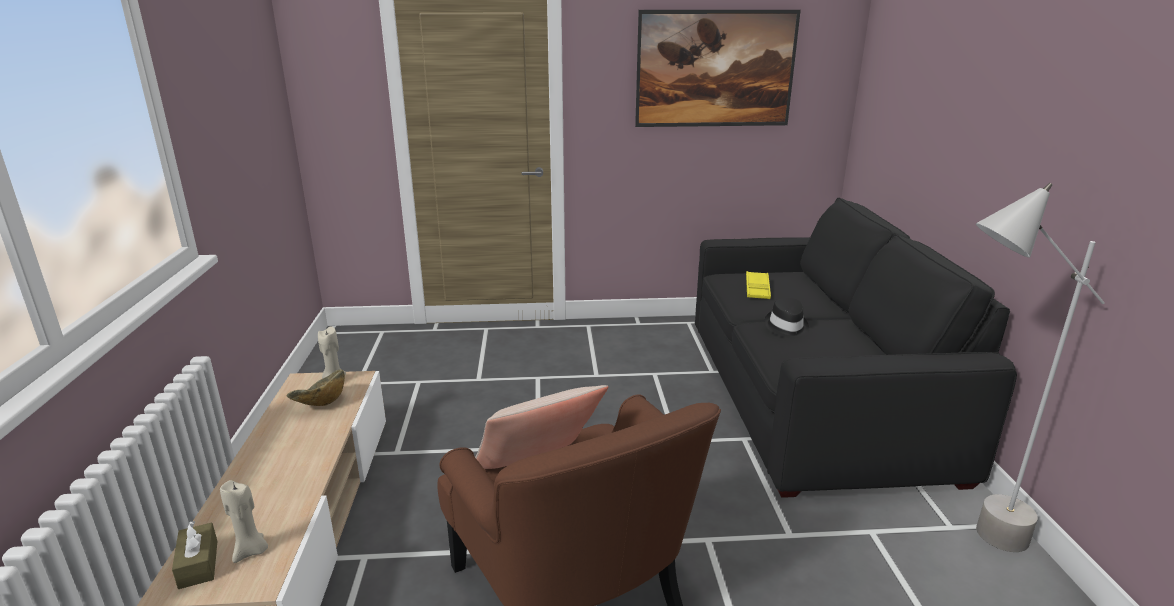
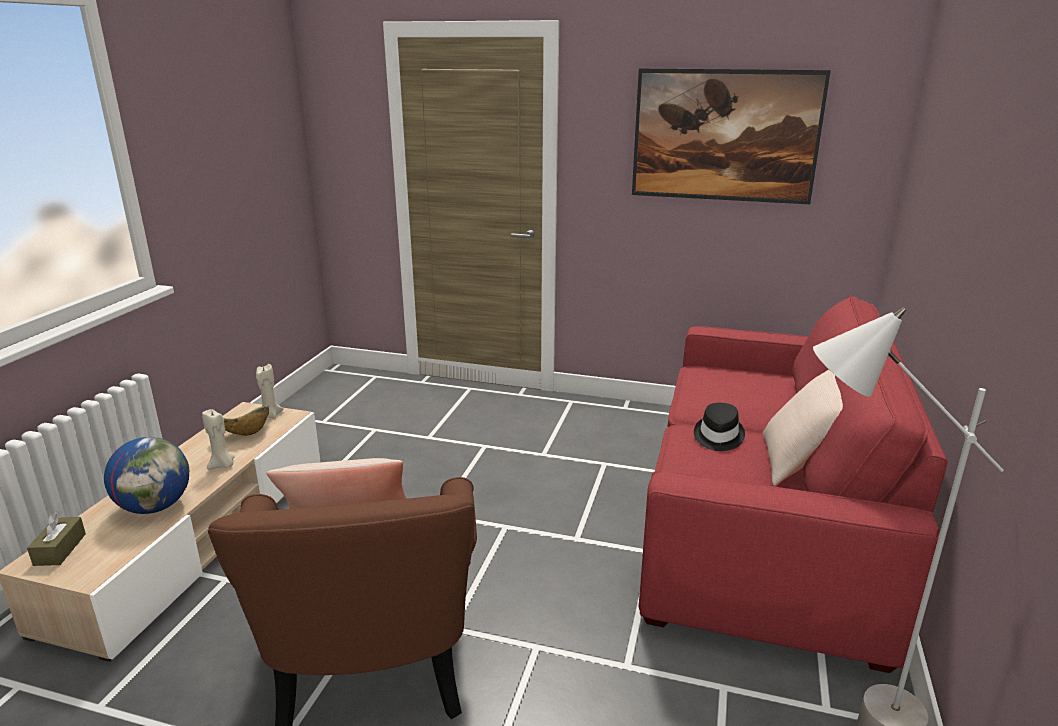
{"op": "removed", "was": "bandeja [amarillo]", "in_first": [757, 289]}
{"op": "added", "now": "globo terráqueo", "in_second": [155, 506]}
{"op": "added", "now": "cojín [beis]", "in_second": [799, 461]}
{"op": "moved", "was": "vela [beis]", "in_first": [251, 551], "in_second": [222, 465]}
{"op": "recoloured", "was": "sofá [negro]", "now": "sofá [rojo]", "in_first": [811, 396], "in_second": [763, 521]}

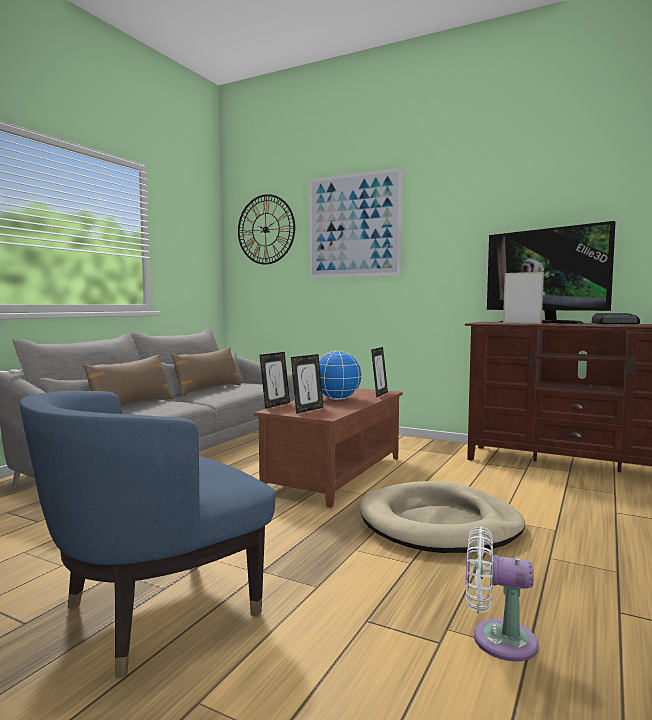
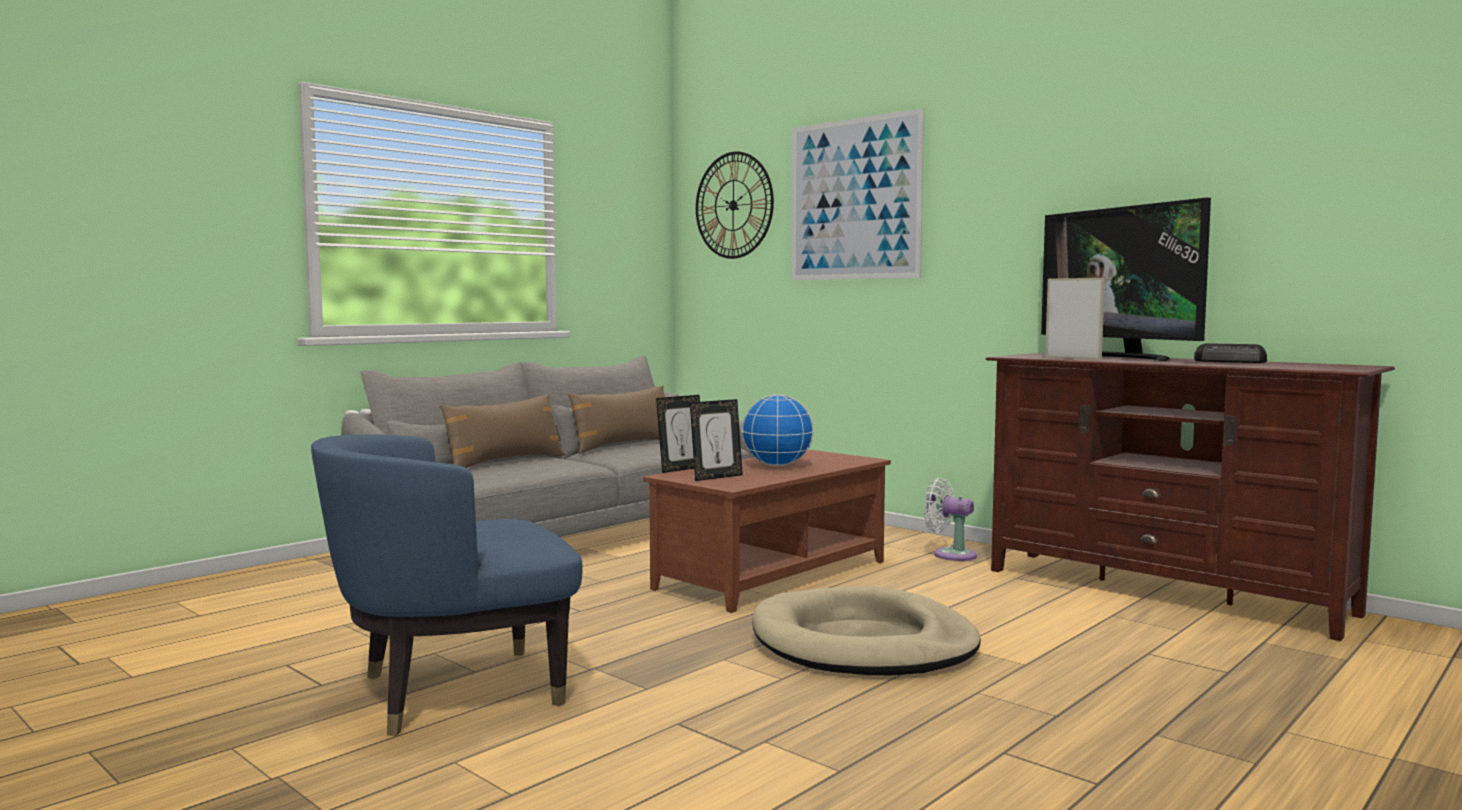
{"op": "removed", "was": "portarretratos", "in_first": [379, 394]}
{"op": "moved", "was": "ventilador [blanco]", "in_first": [497, 639], "in_second": [950, 554]}

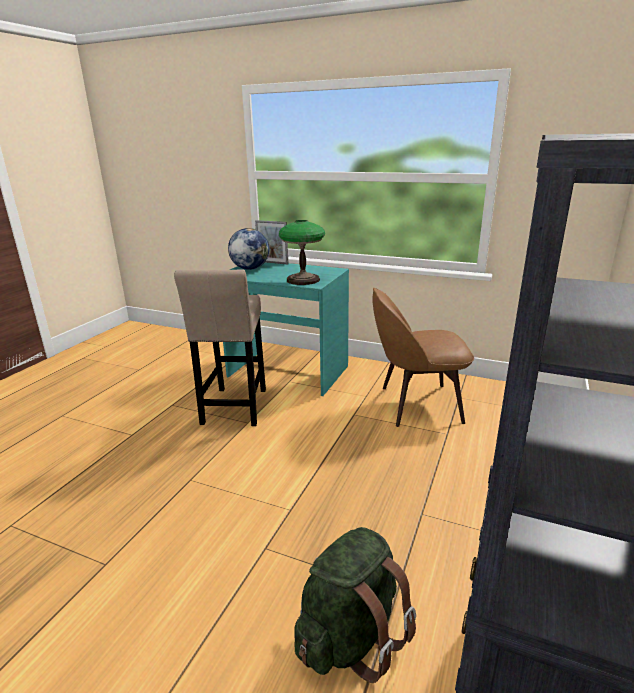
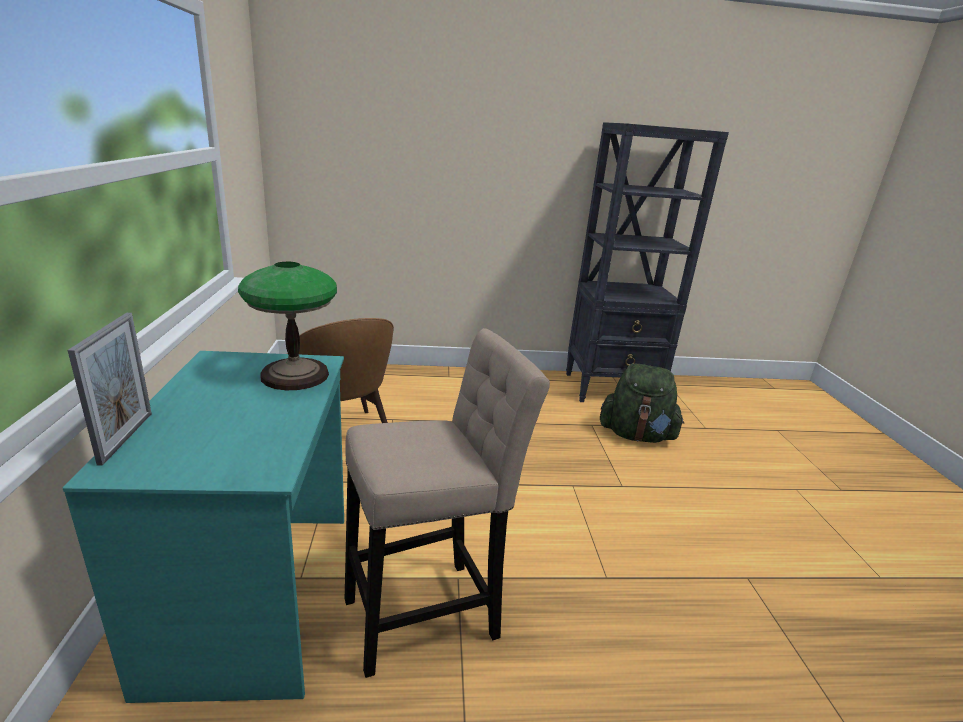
{"op": "removed", "was": "globo terráqueo", "in_first": [250, 268]}

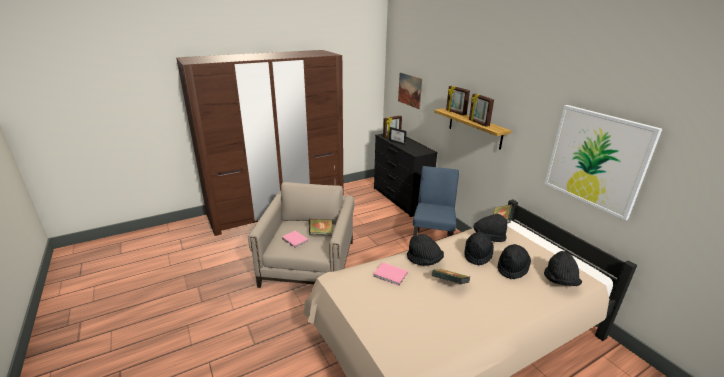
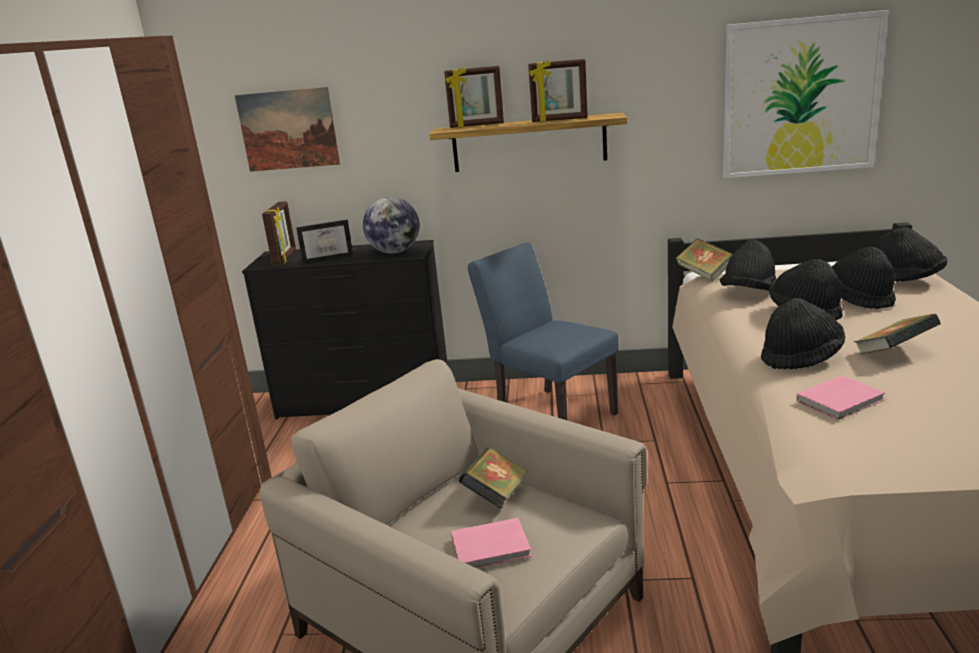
{"op": "added", "now": "globo terráqueo", "in_second": [395, 252]}

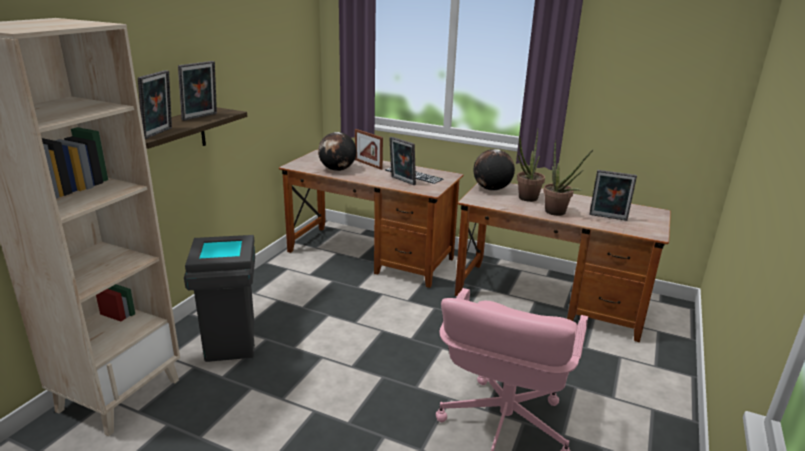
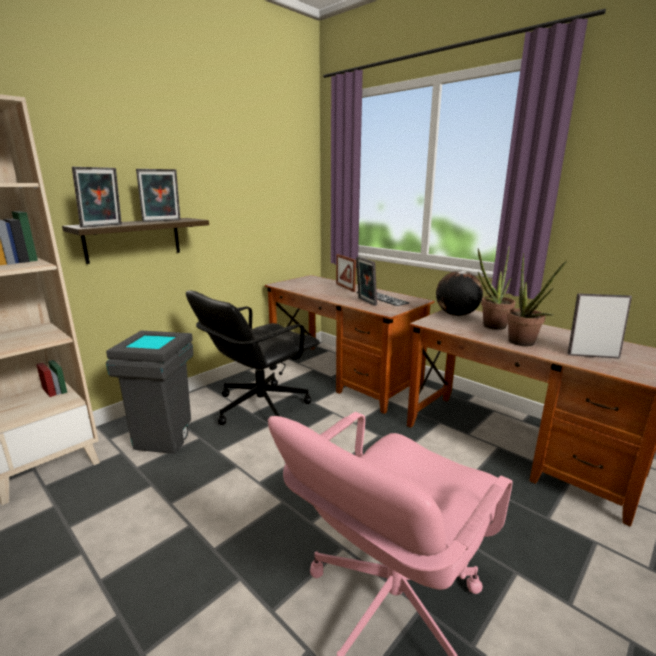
{"op": "removed", "was": "globo terráqueo", "in_first": [337, 170]}
{"op": "added", "now": "silla de oficina [negro]", "in_second": [259, 406]}
{"op": "turned", "was": "portarretratos", "in_first": [608, 218], "in_second": [592, 355], "clockwise": 150}

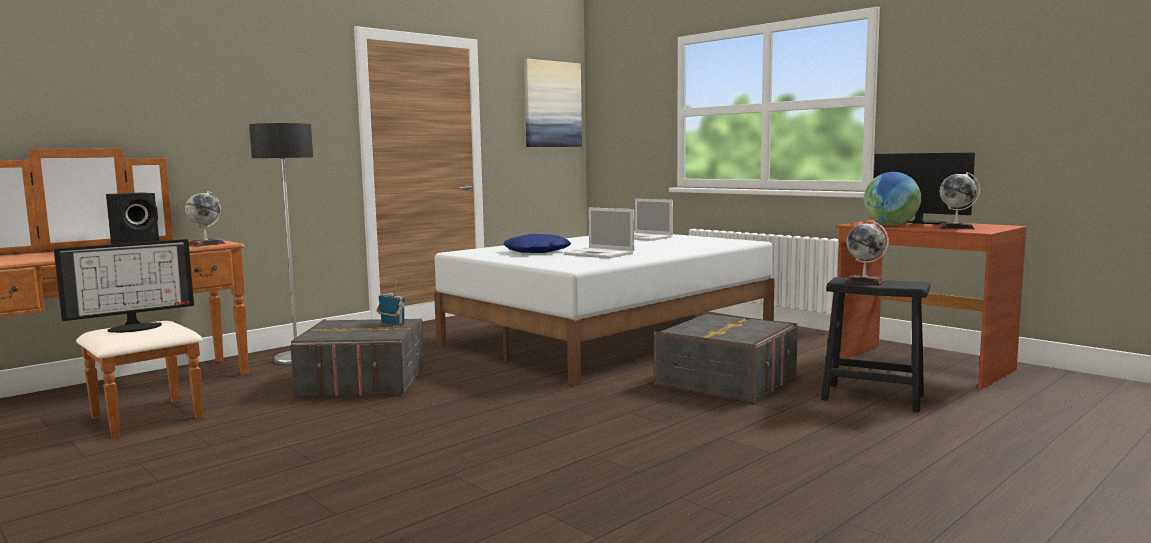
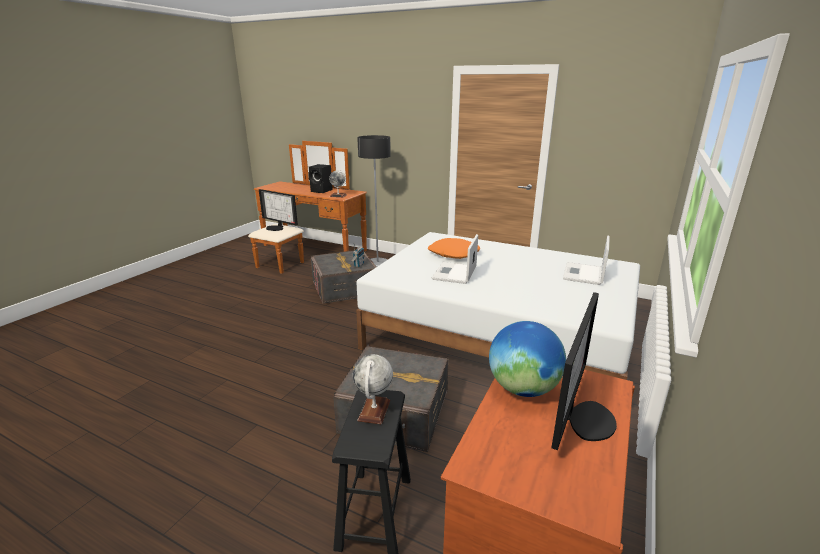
{"op": "removed", "was": "cuadro", "in_first": [552, 104]}
{"op": "removed", "was": "globo terráqueo", "in_first": [956, 228]}
{"op": "recoloured", "was": "cojín [azul]", "now": "cojín [naranja]", "in_first": [537, 251], "in_second": [453, 253]}

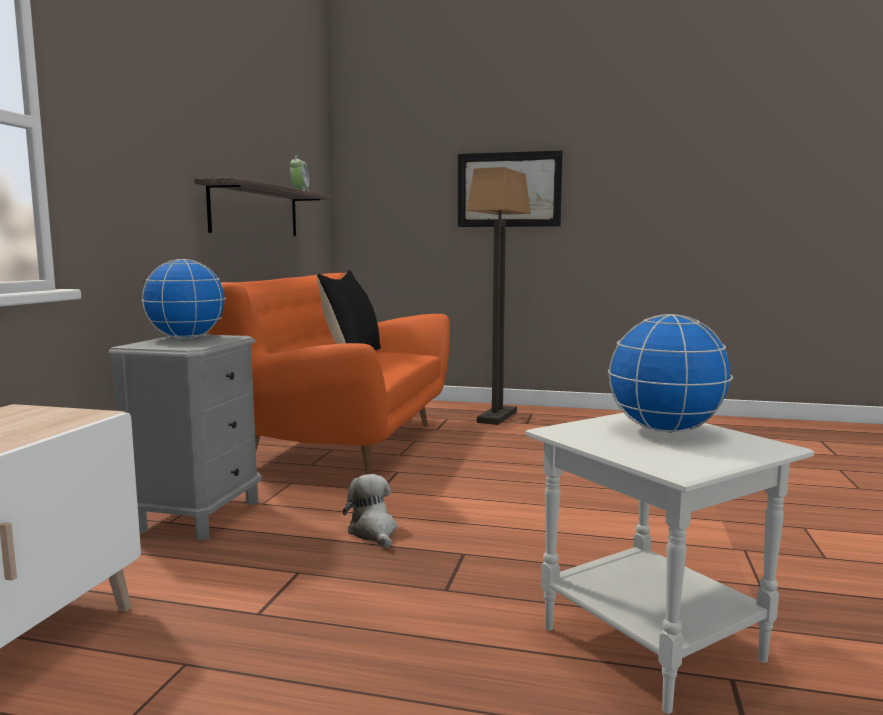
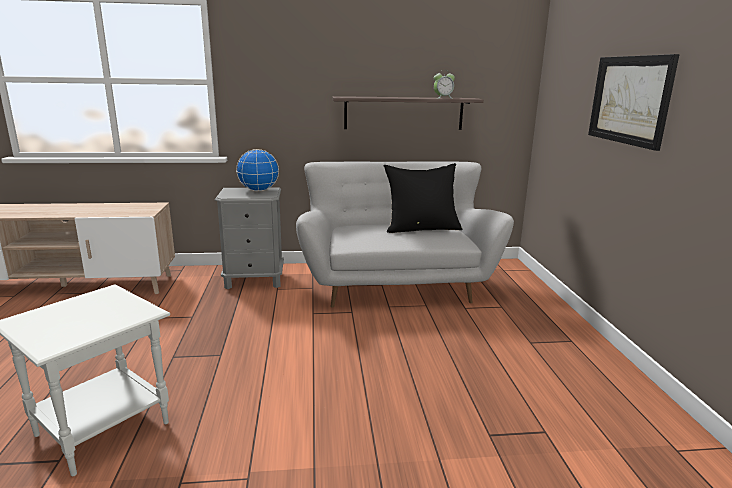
{"op": "removed", "was": "peluche", "in_first": [373, 532]}
{"op": "removed", "was": "lámpara de pie", "in_first": [497, 417]}
{"op": "removed", "was": "globo terráqueo", "in_first": [664, 430]}
{"op": "recoloured", "was": "sofá [naranja]", "now": "sofá [blanco]", "in_first": [339, 444], "in_second": [394, 284]}

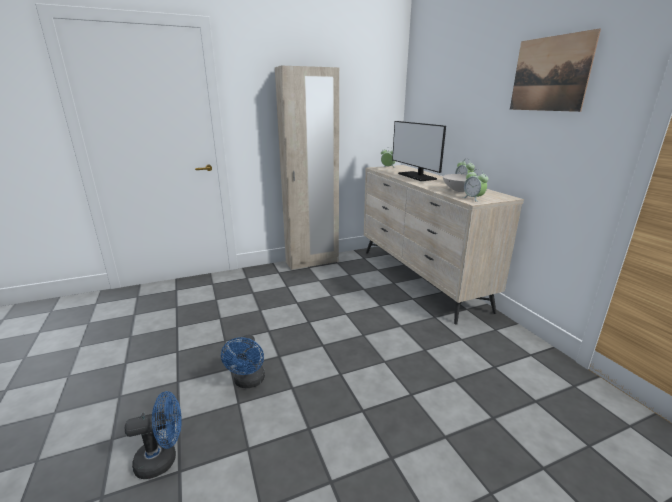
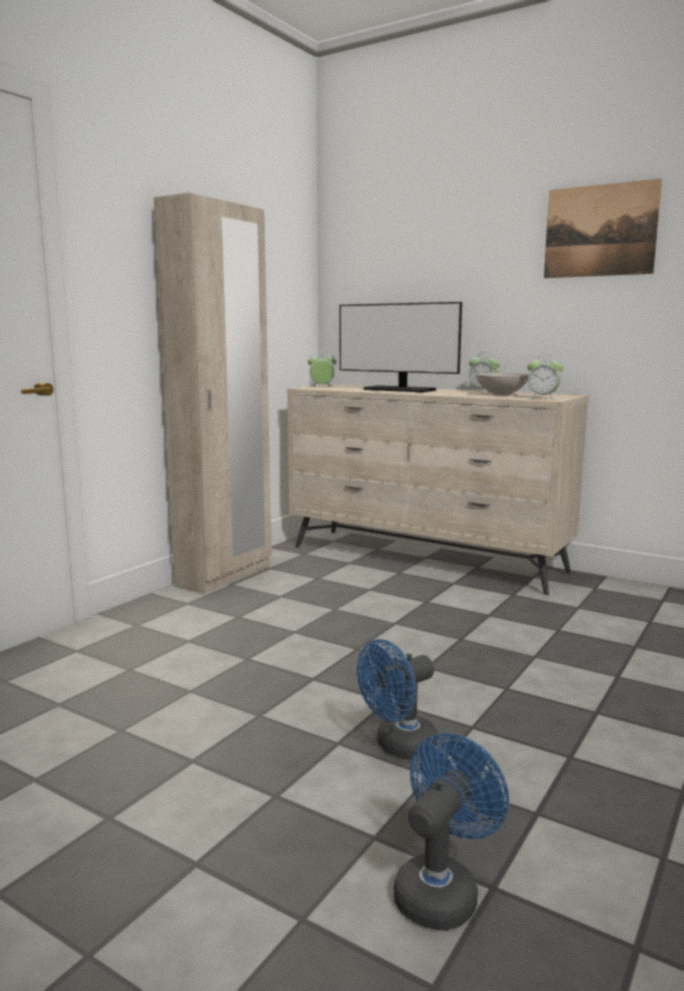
{"op": "turned", "was": "ventilador [azul]", "in_first": [248, 382], "in_second": [399, 746], "clockwise": 90}

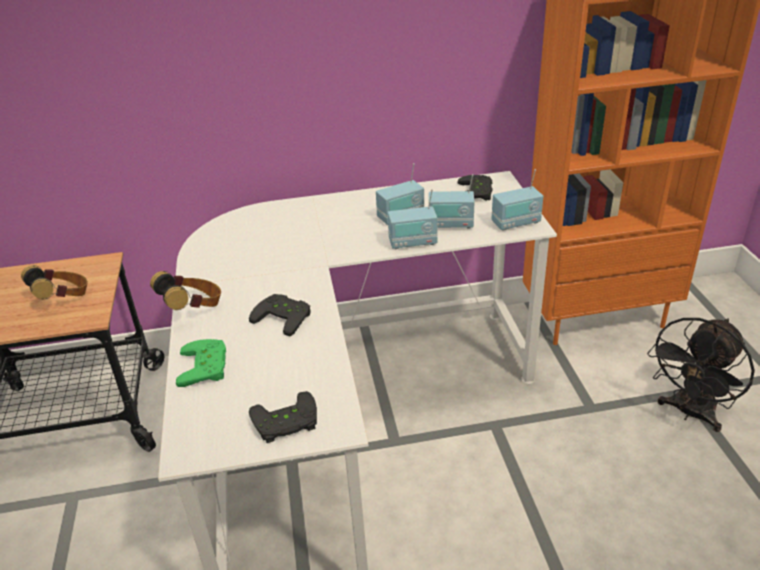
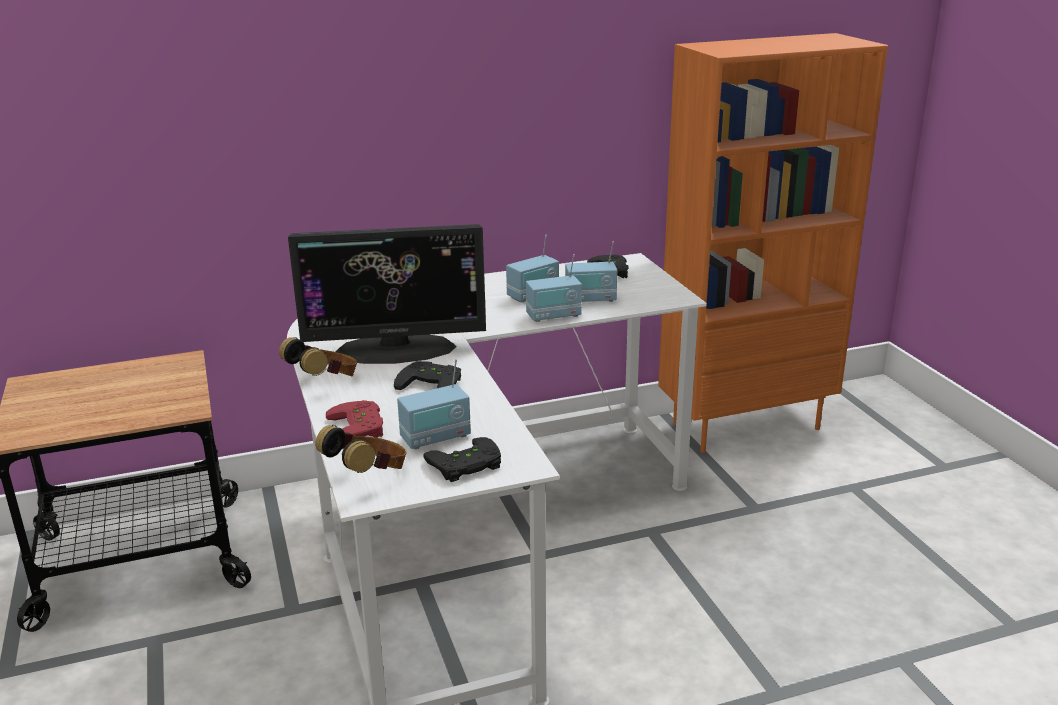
{"op": "removed", "was": "ventilador [negro]", "in_first": [690, 413]}
{"op": "added", "now": "monitor", "in_second": [395, 349]}
{"op": "moved", "was": "auriculares", "in_first": [63, 298], "in_second": [368, 475]}
{"op": "moved", "was": "radio", "in_first": [516, 223], "in_second": [436, 438]}
{"op": "recoloured", "was": "mando de consola [verde]", "now": "mando de consola [rojo]", "in_first": [207, 366], "in_second": [360, 427]}

